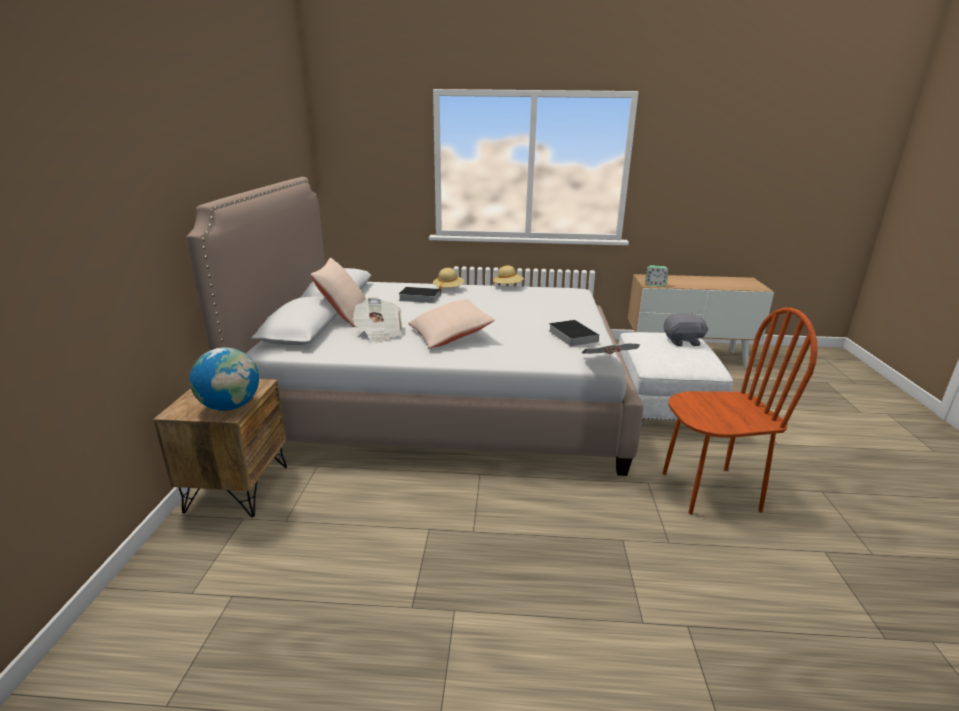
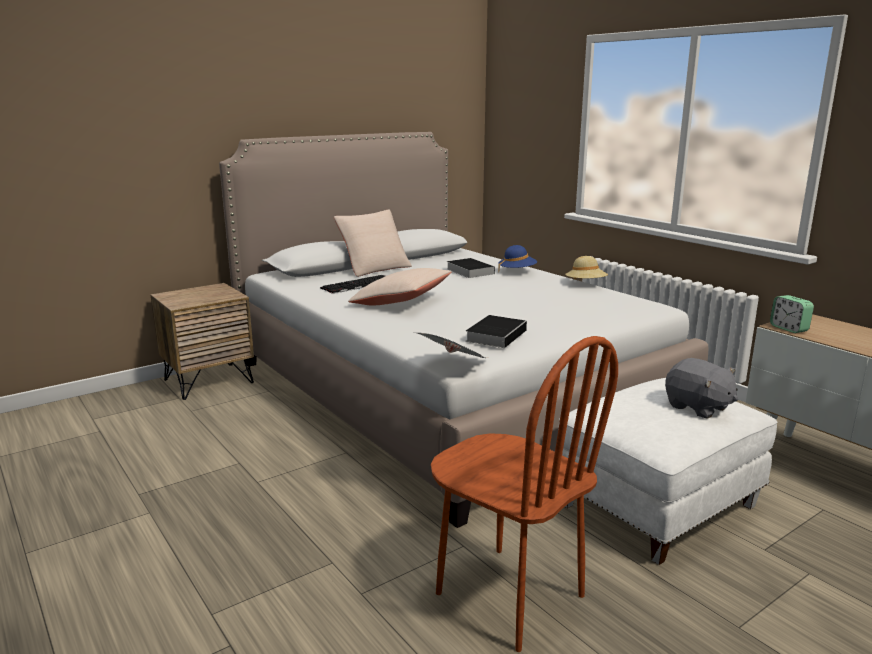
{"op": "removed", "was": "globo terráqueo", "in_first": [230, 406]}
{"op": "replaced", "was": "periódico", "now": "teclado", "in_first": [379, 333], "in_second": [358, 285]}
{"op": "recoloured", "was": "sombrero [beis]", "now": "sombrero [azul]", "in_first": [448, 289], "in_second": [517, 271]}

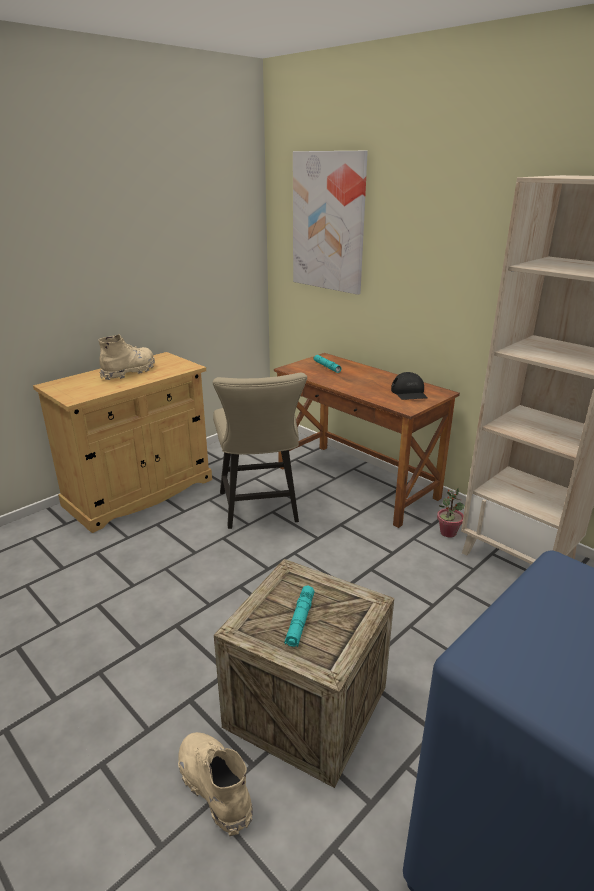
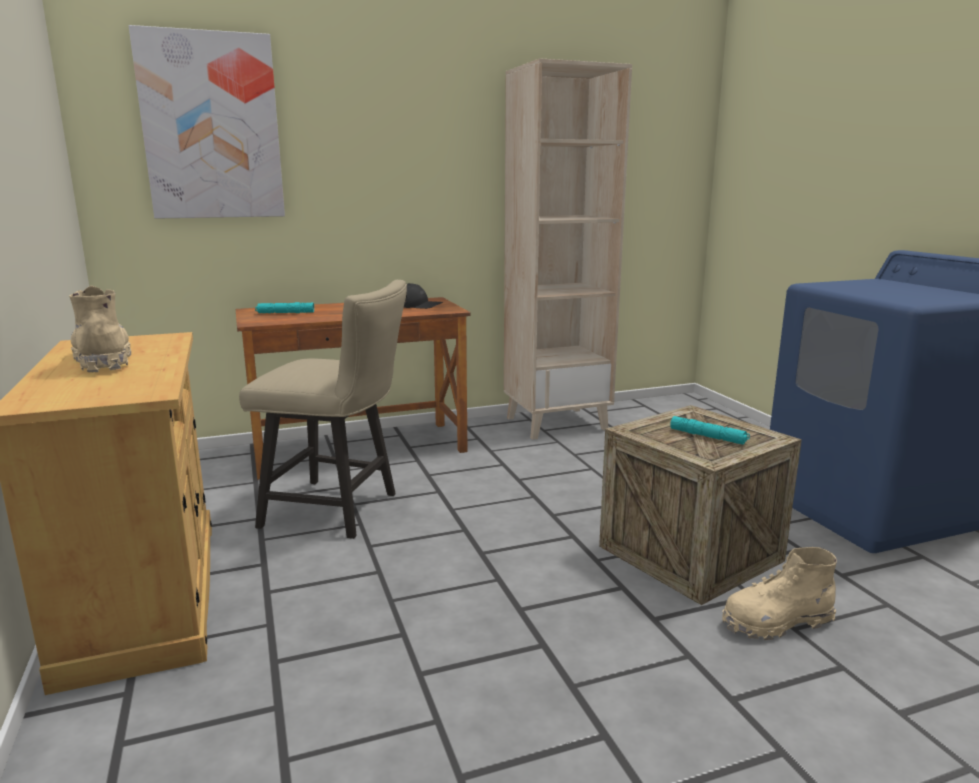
{"op": "removed", "was": "planta en maceta", "in_first": [448, 533]}

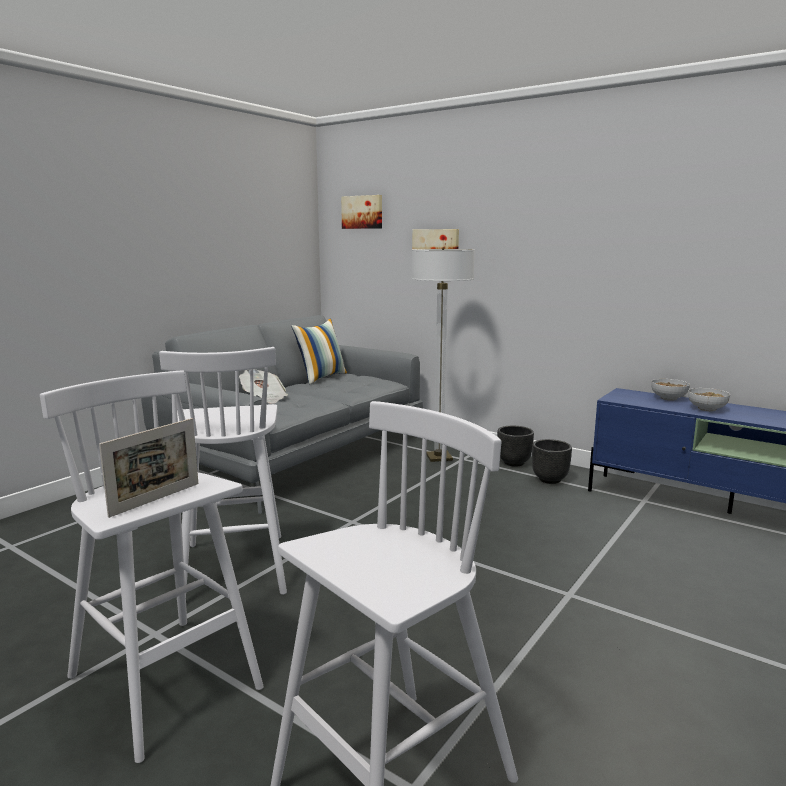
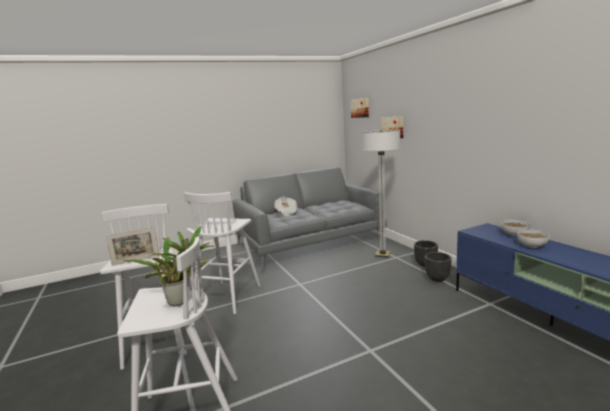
{"op": "removed", "was": "cojín", "in_first": [321, 377]}
{"op": "added", "now": "planta en maceta", "in_second": [181, 301]}

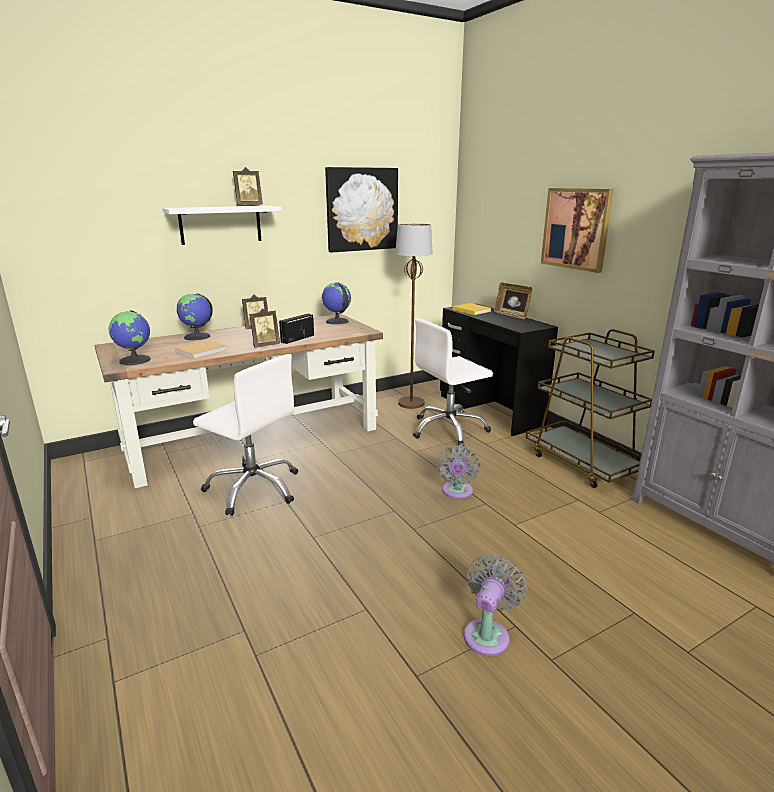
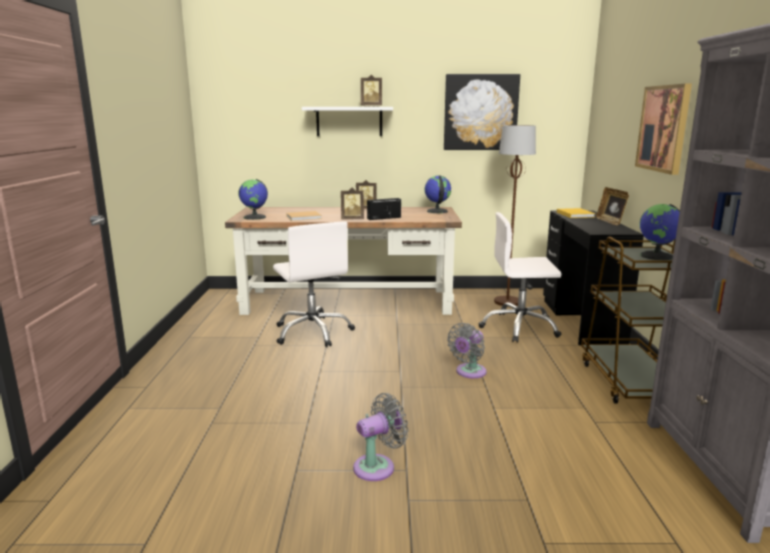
{"op": "moved", "was": "globo terráqueo", "in_first": [197, 337], "in_second": [657, 256]}

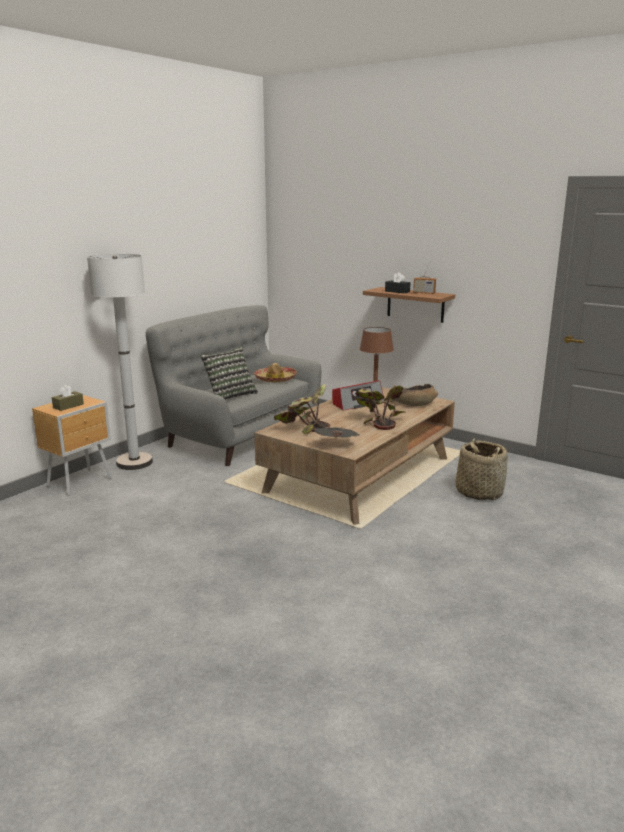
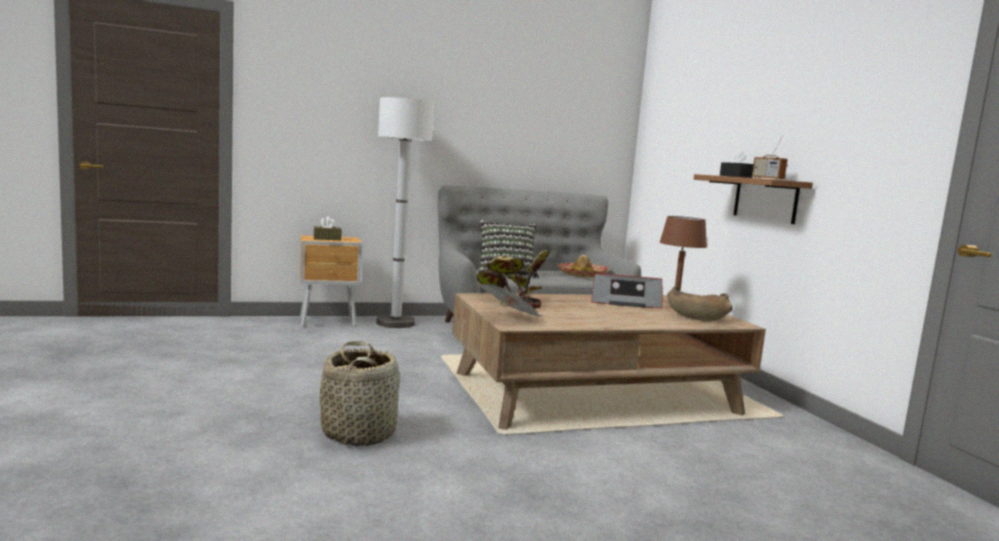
{"op": "removed", "was": "planta en maceta", "in_first": [377, 421]}
{"op": "moved", "was": "cesta", "in_first": [478, 492], "in_second": [359, 432]}

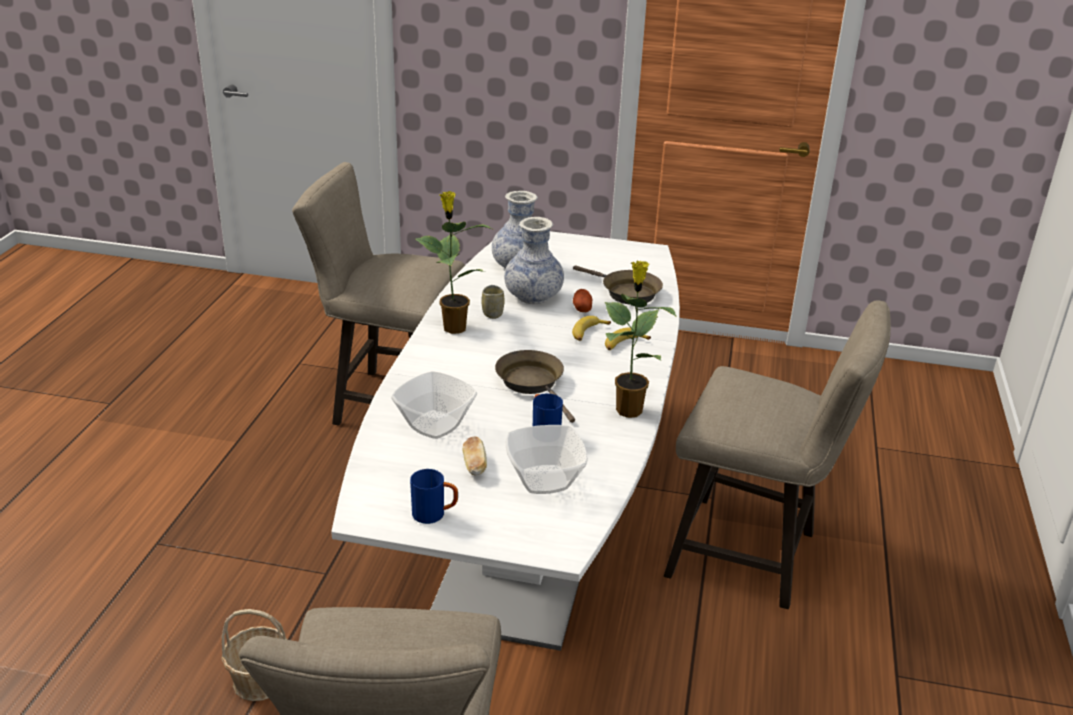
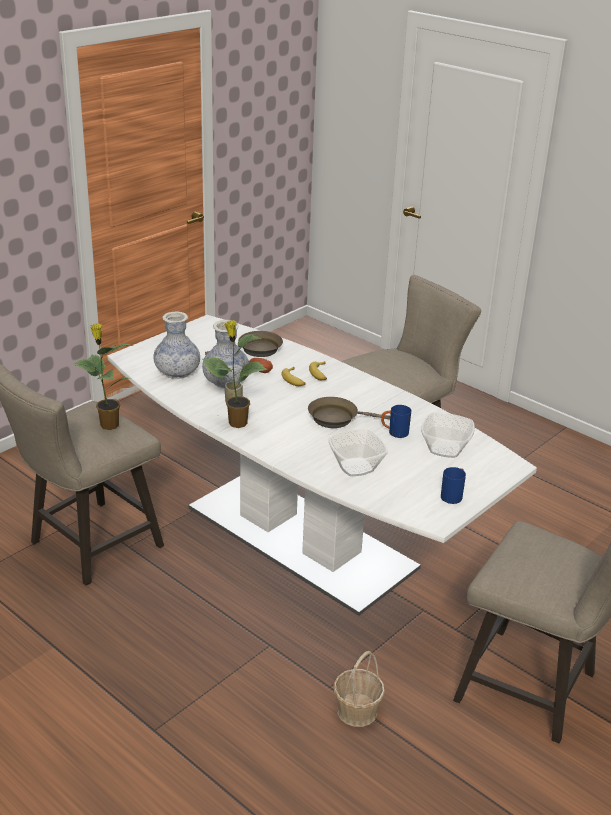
{"op": "removed", "was": "pan", "in_first": [474, 465]}
{"op": "moved", "was": "planta en maceta", "in_first": [628, 409], "in_second": [108, 424]}

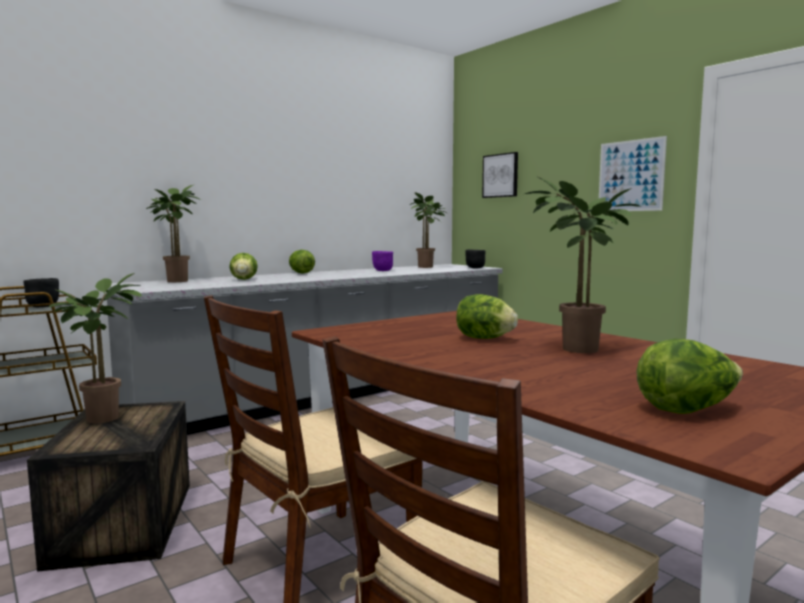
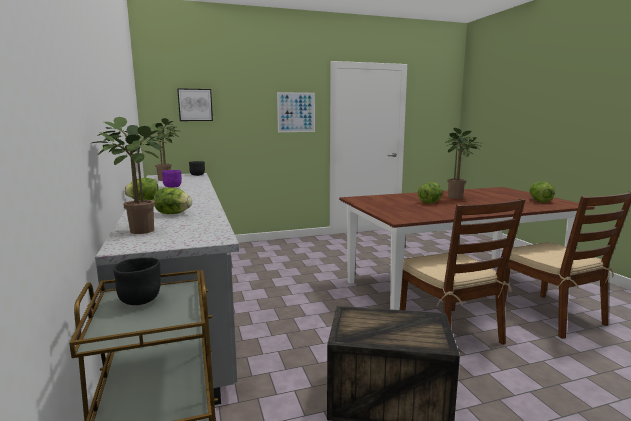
{"op": "removed", "was": "planta en maceta", "in_first": [104, 416]}

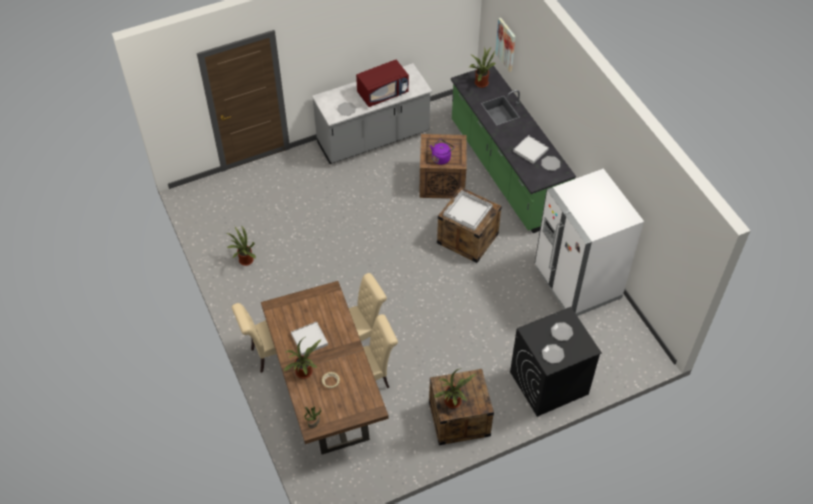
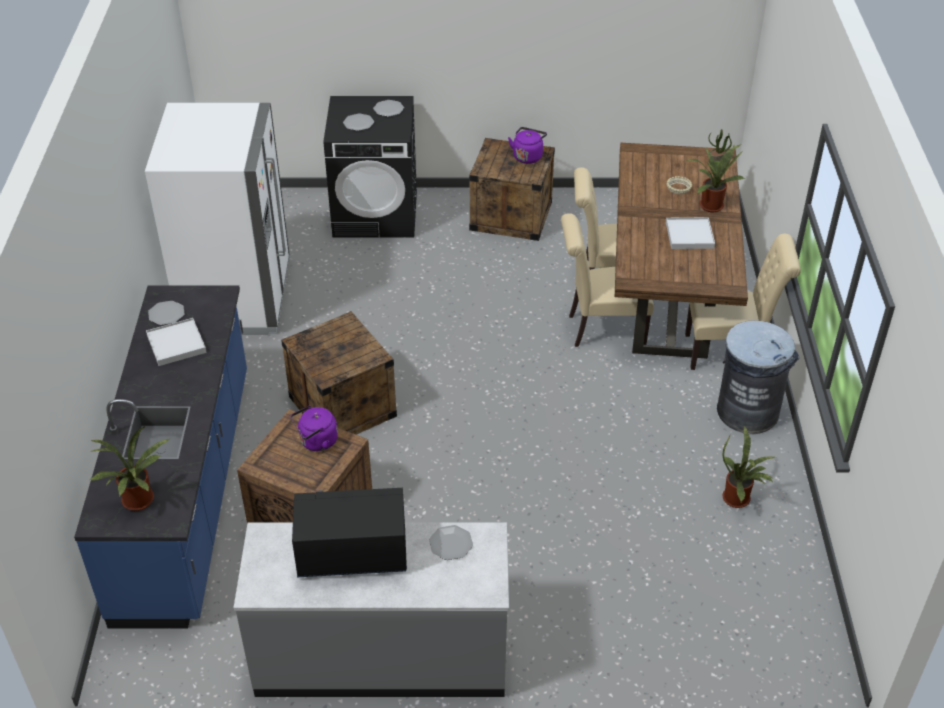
{"op": "removed", "was": "bandeja [blanco]", "in_first": [467, 211]}
{"op": "removed", "was": "cuadro", "in_first": [506, 44]}
{"op": "added", "now": "papelera [gris]", "in_second": [747, 411]}
{"op": "replaced", "was": "planta en maceta", "now": "hervidor [morado]", "in_first": [453, 403], "in_second": [528, 156]}
{"op": "recoloured", "was": "microondas [rojo]", "now": "microondas [negro]", "in_first": [383, 93], "in_second": [351, 554]}
{"op": "recoloured", "was": "mueble bajo de cocina [verde]", "now": "mueble bajo de cocina [azul]", "in_first": [505, 171], "in_second": [187, 492]}

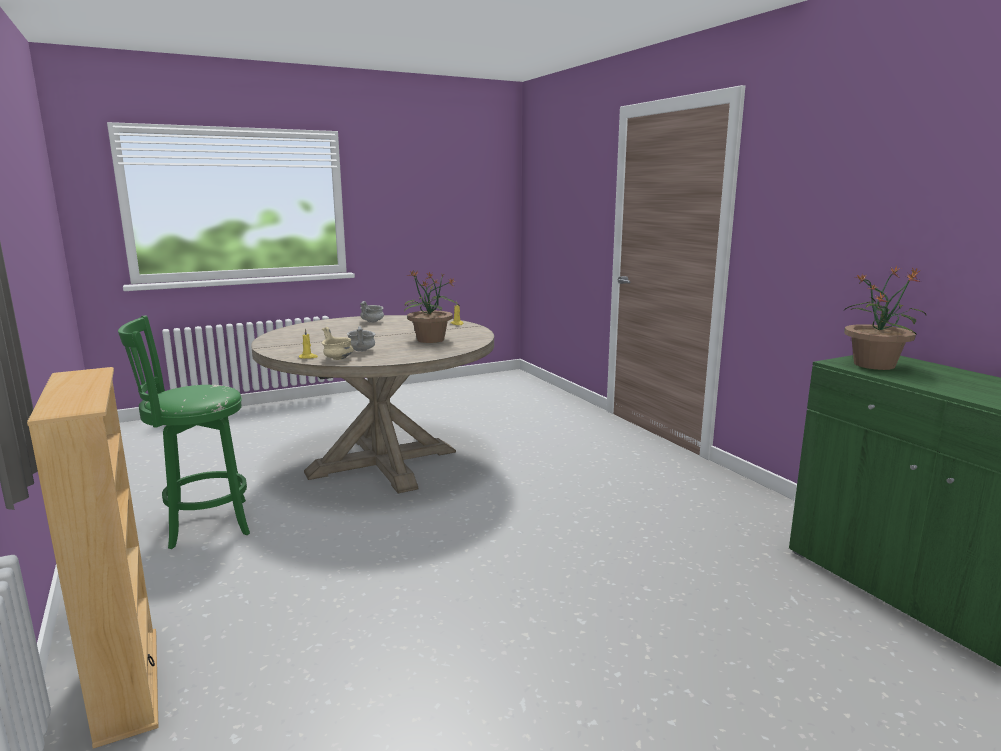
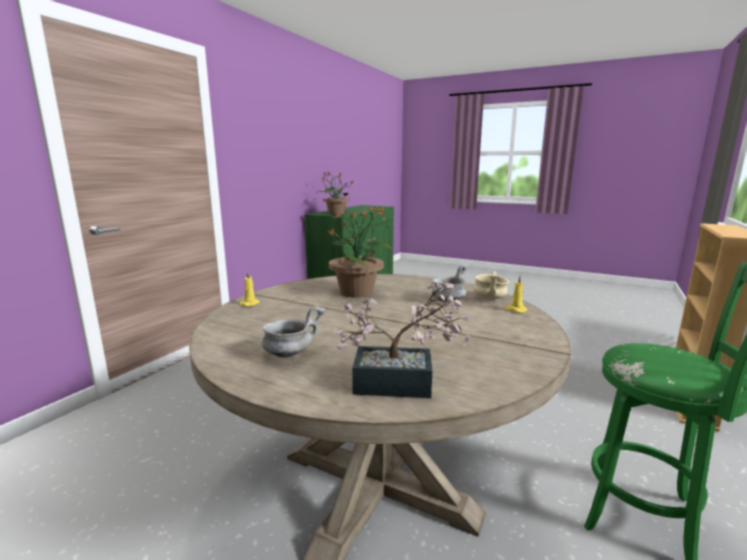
{"op": "added", "now": "planta en maceta", "in_second": [403, 384]}

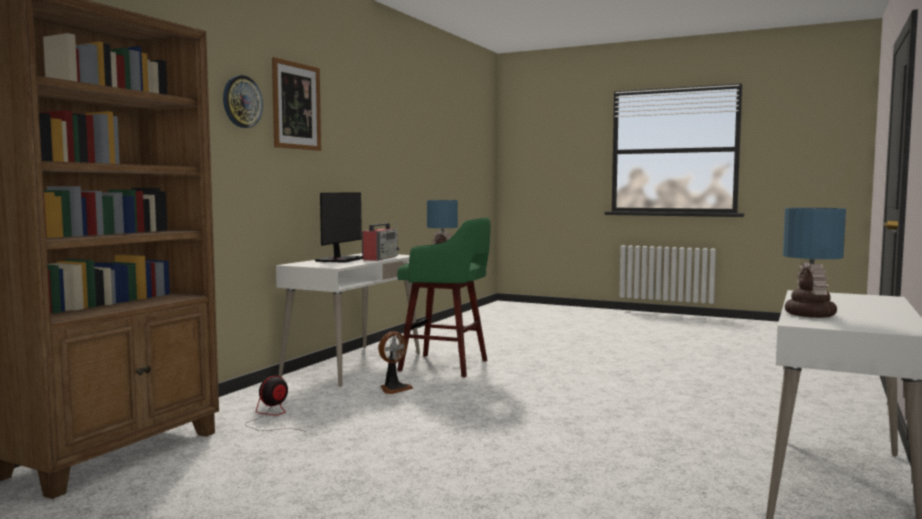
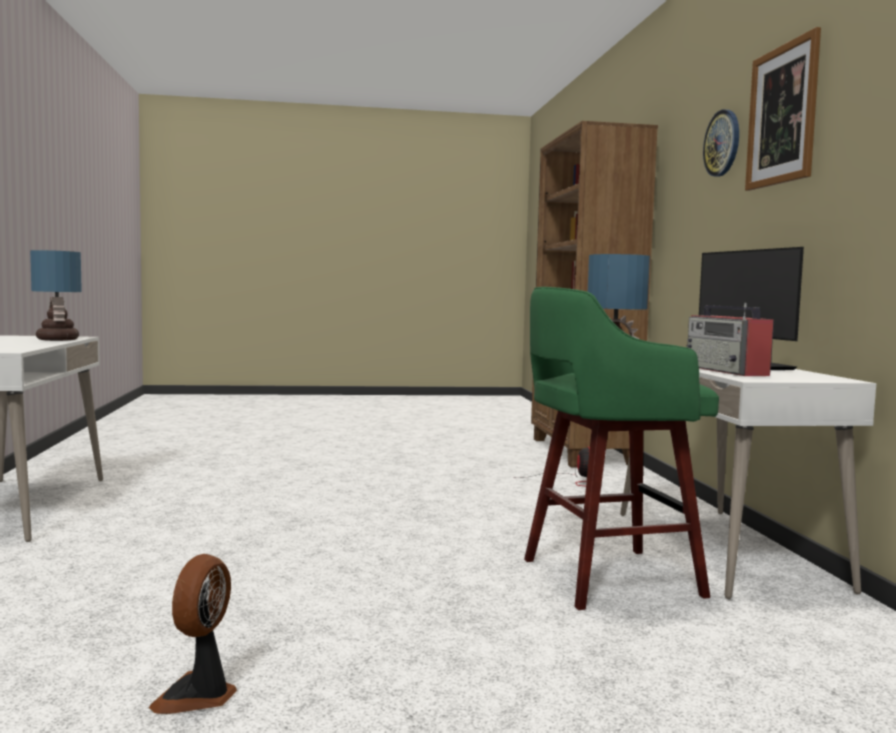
{"op": "moved", "was": "ventilador", "in_first": [394, 388], "in_second": [198, 696]}

